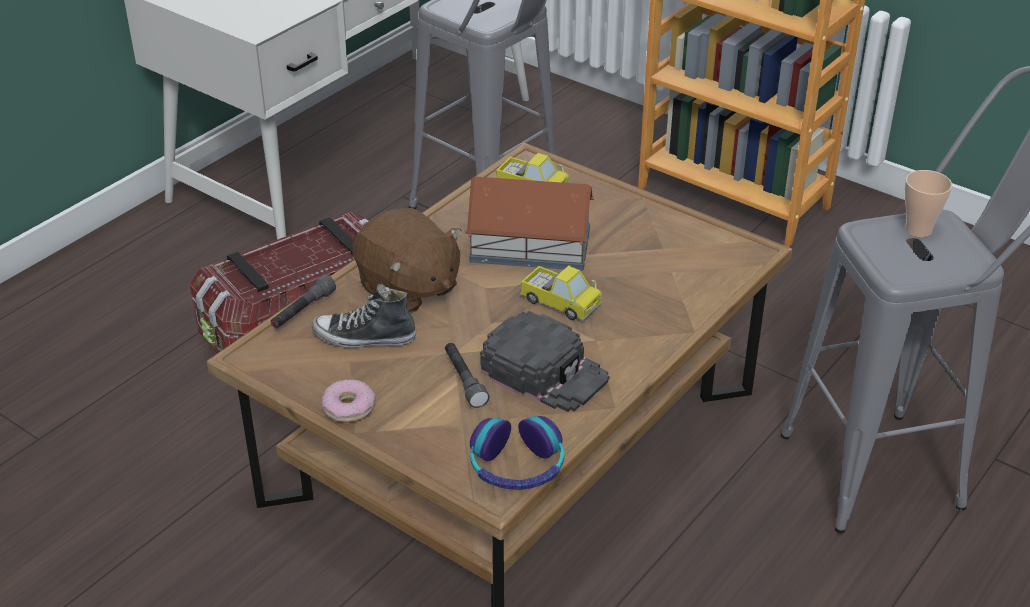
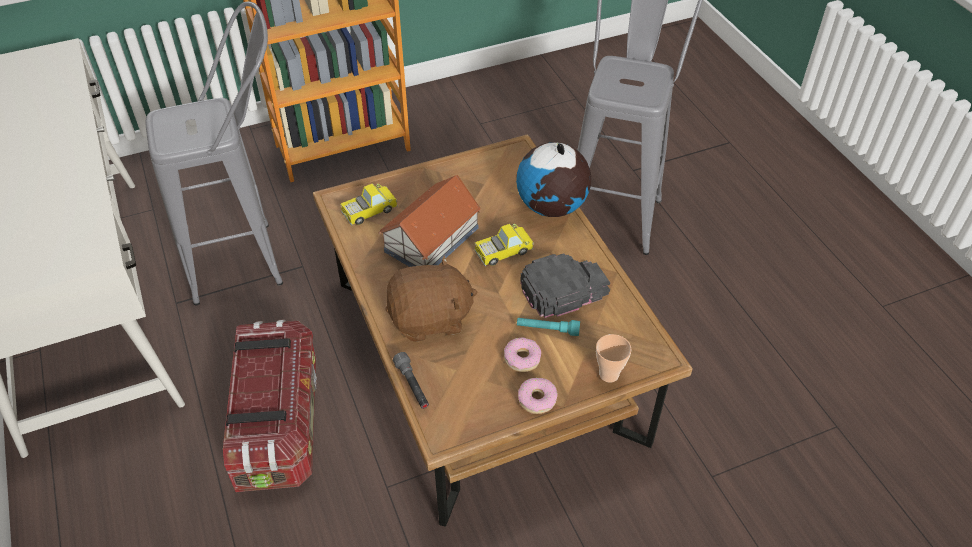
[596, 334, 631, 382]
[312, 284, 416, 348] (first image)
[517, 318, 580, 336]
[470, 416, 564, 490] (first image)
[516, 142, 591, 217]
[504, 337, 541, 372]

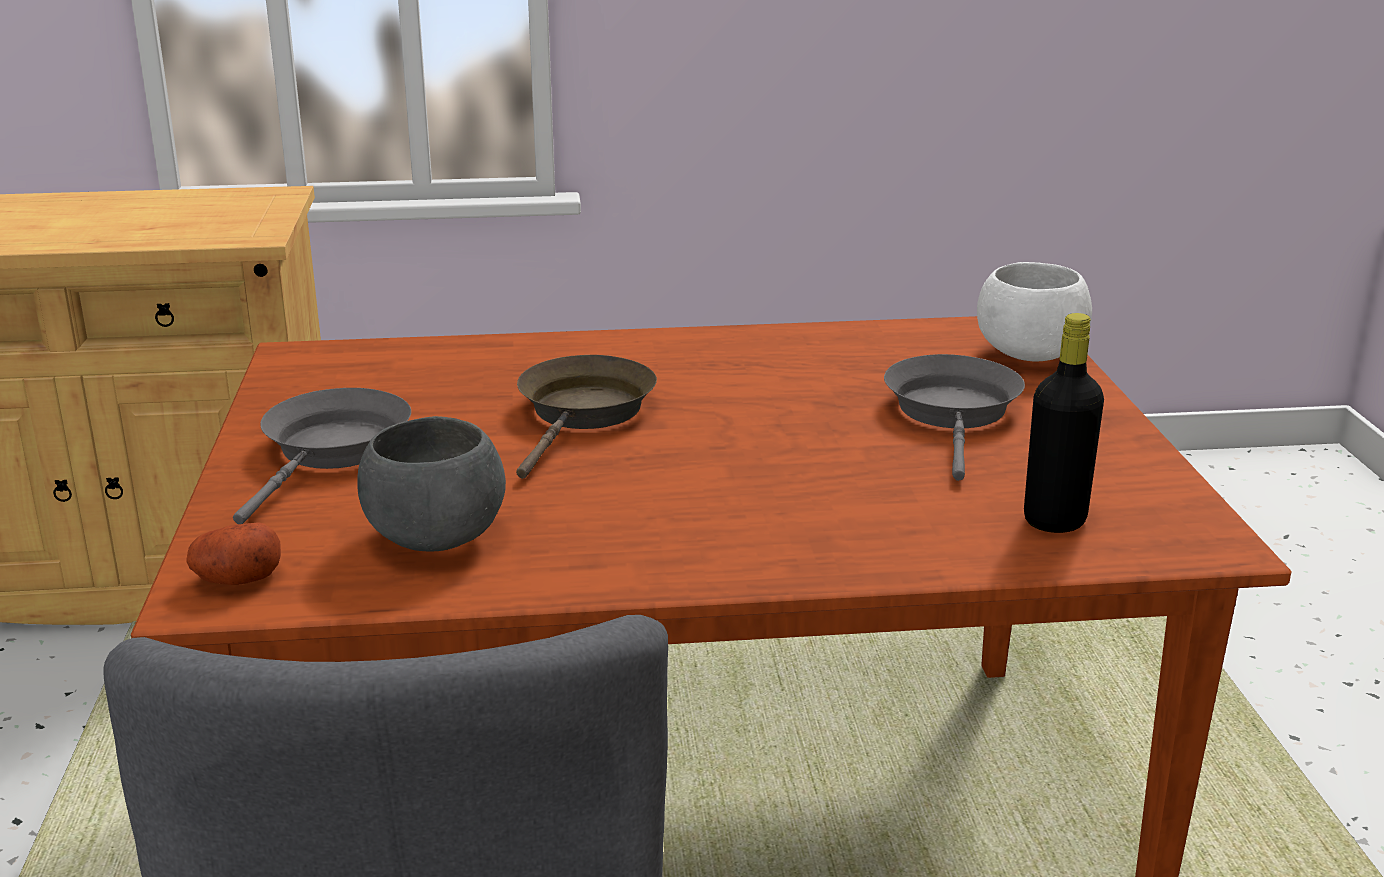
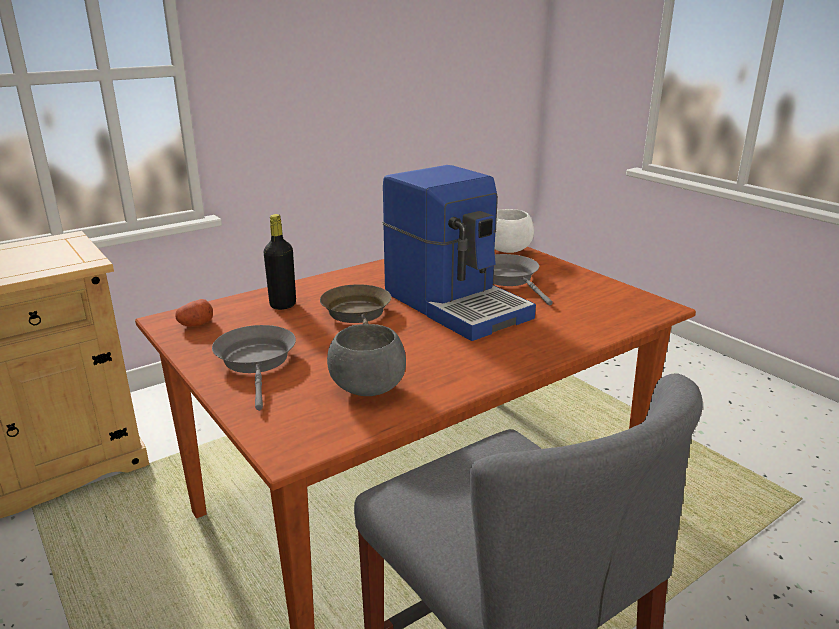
[263, 214, 296, 310]
[175, 299, 213, 326]
[383, 165, 536, 341]

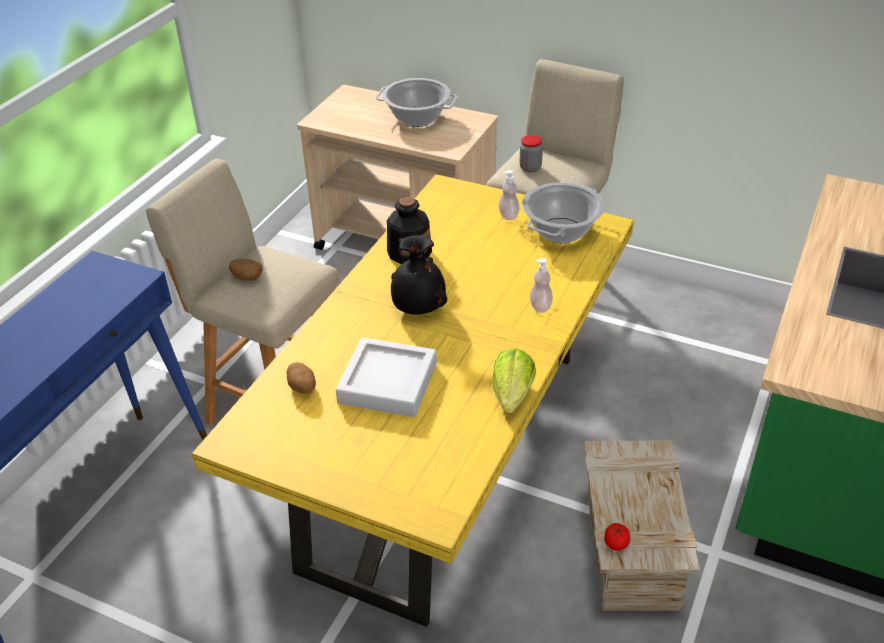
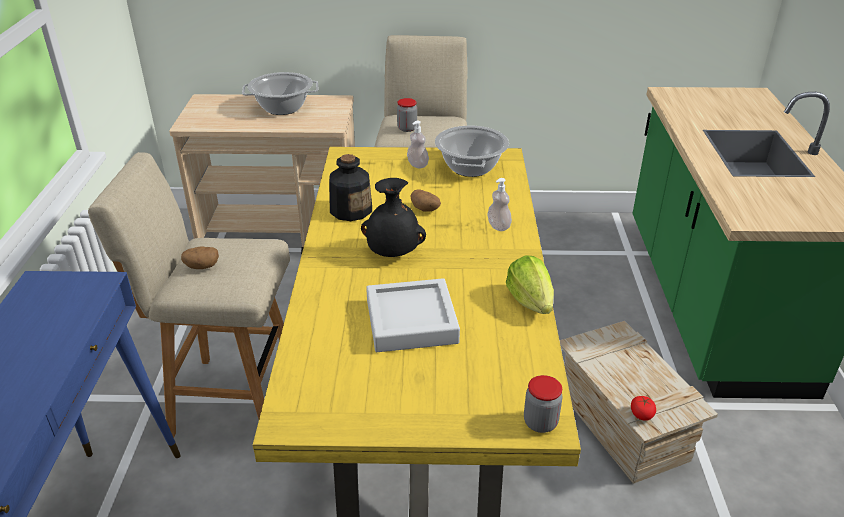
[410, 189, 441, 212]
[524, 375, 563, 433]

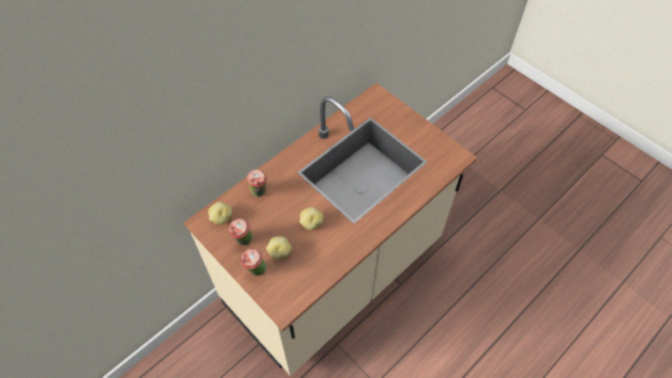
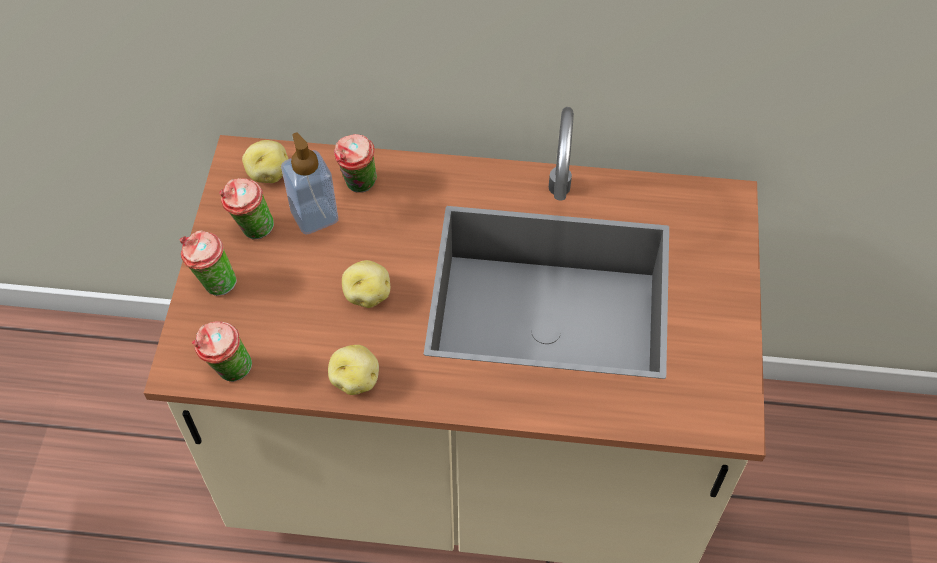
[328, 345, 379, 395]
[281, 133, 338, 235]
[192, 321, 252, 382]

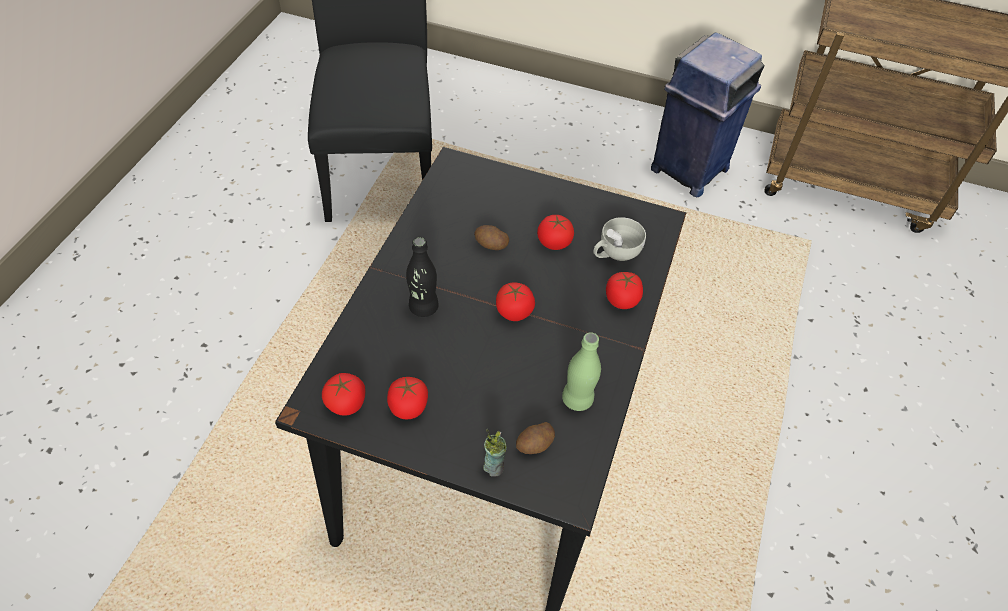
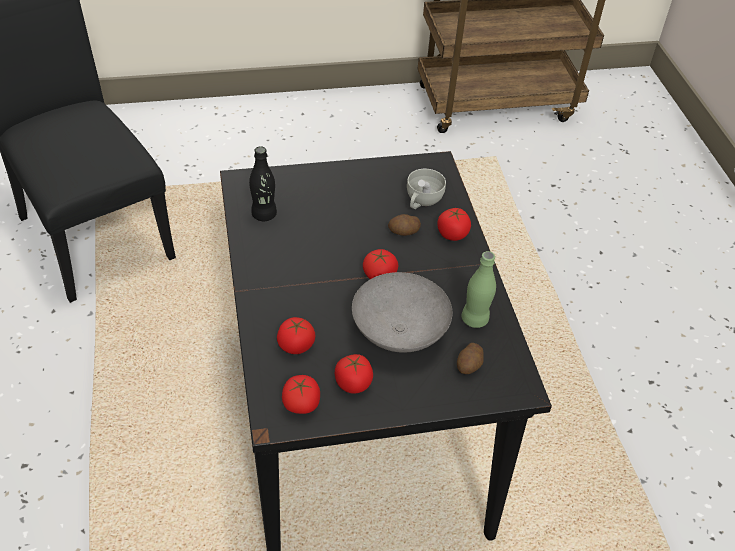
[651, 33, 765, 197] (first image)
[277, 317, 316, 354]
[388, 214, 421, 236]
[249, 146, 277, 221]
[483, 429, 507, 477] (first image)
[352, 272, 452, 353]

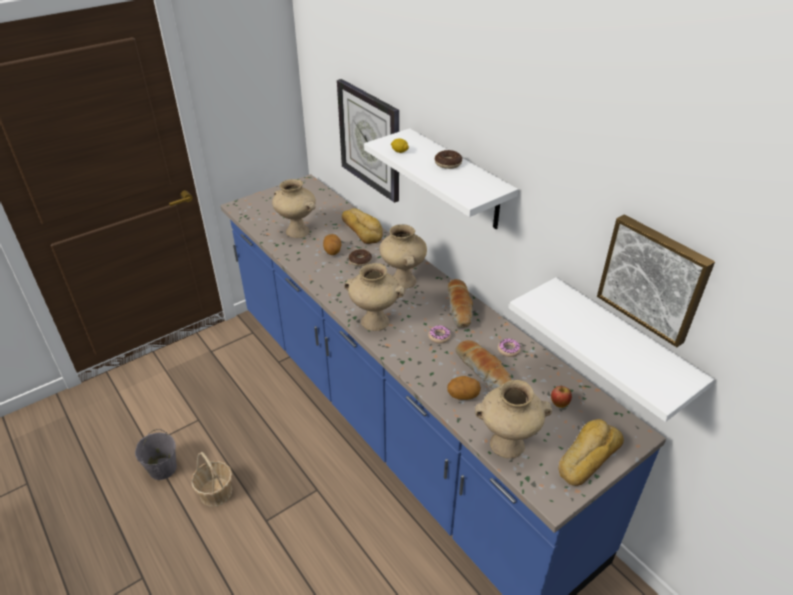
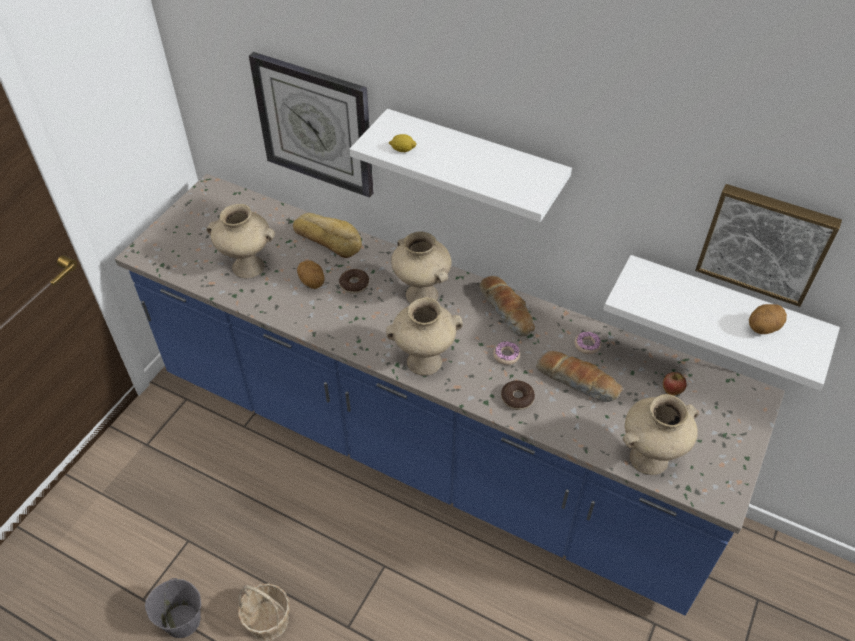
[501, 380, 535, 410]
[749, 304, 787, 334]
[558, 419, 624, 486] (first image)

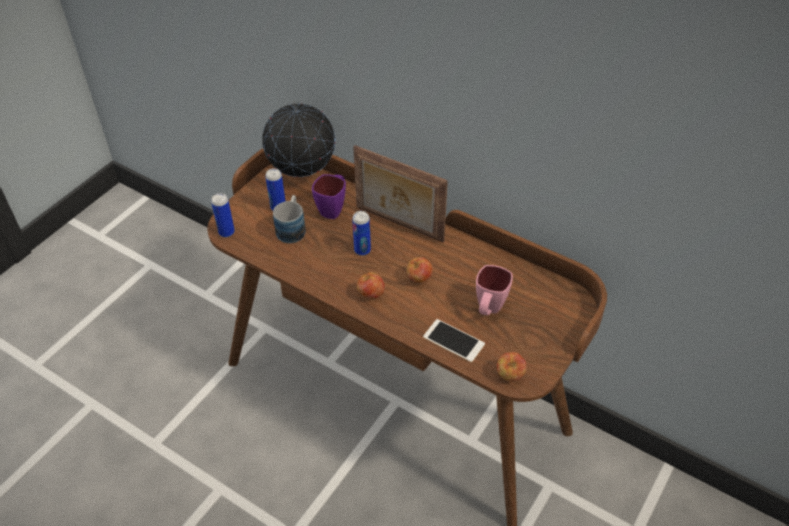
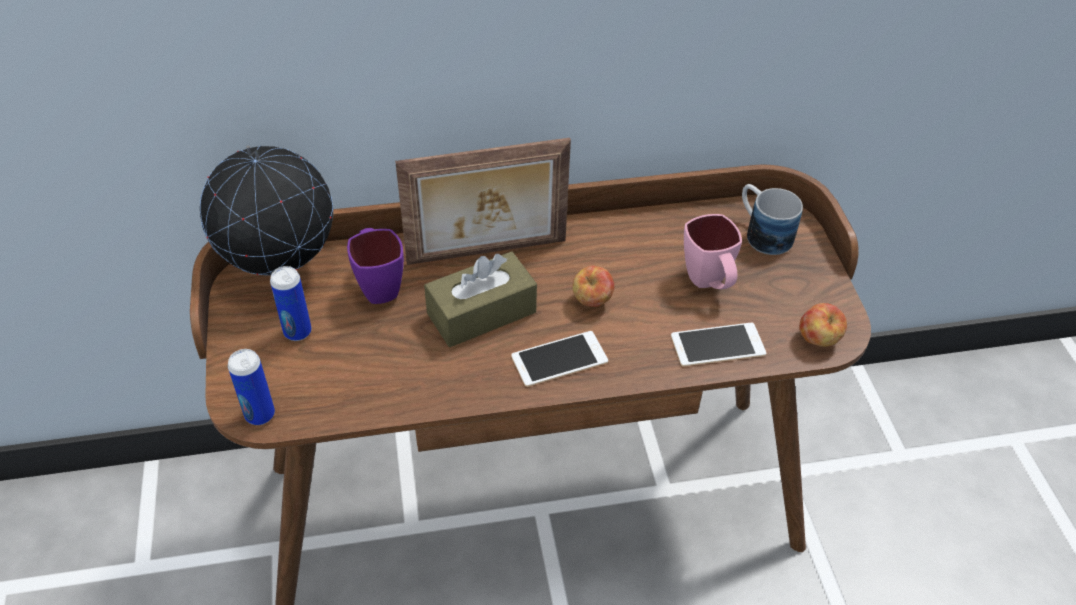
[742, 184, 803, 255]
[424, 251, 537, 347]
[511, 331, 608, 387]

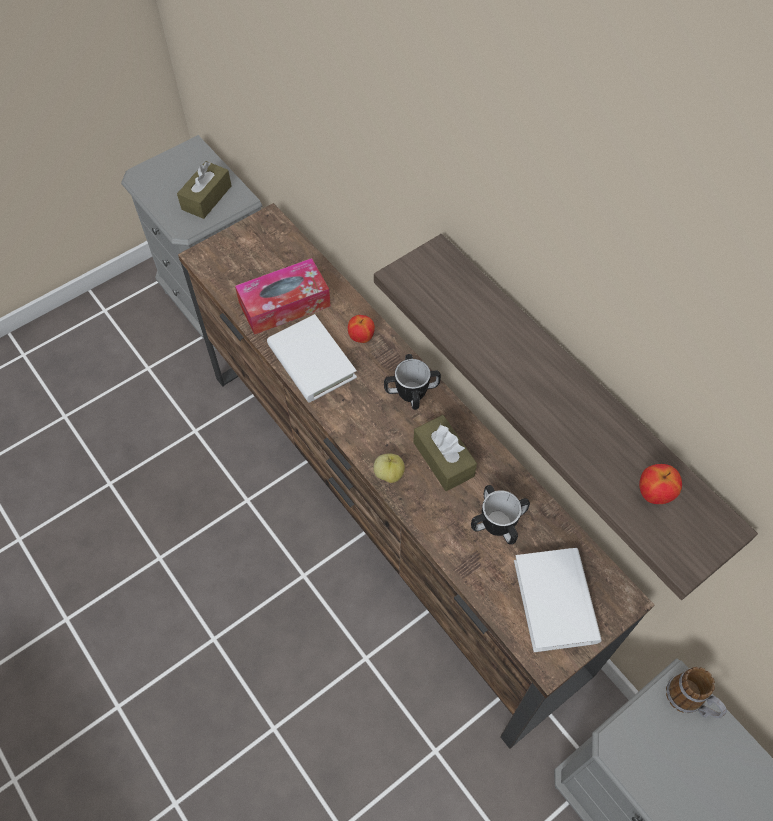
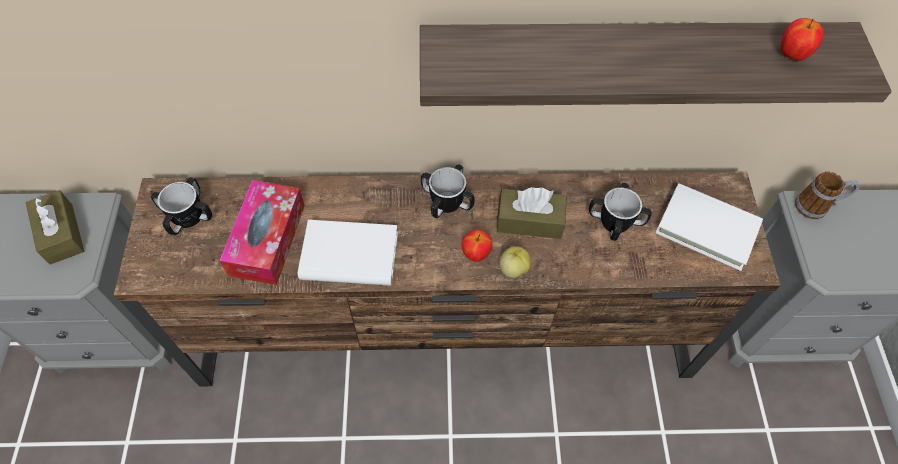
[462, 230, 493, 262]
[151, 177, 212, 235]

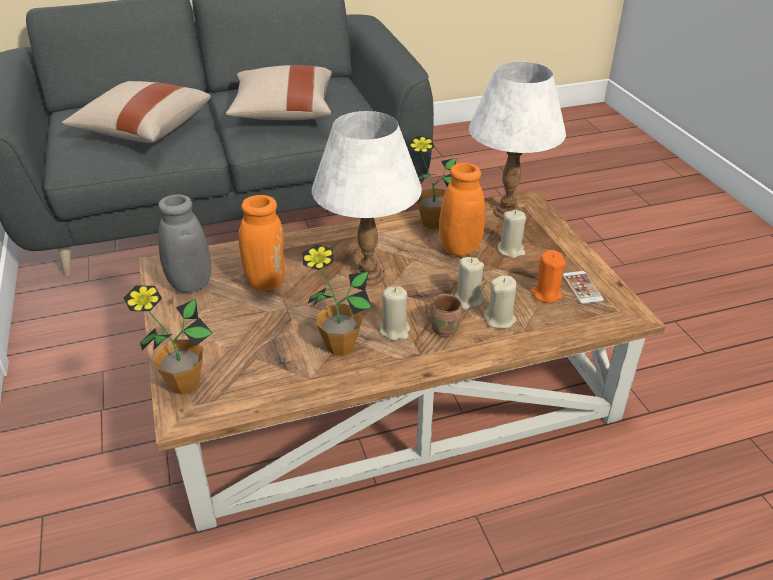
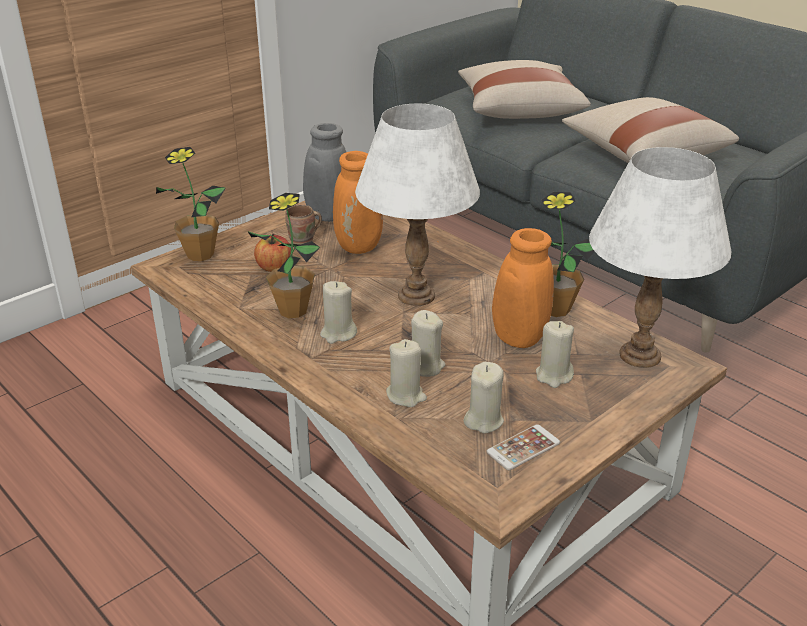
[463, 362, 504, 433]
[285, 205, 322, 245]
[254, 234, 291, 272]

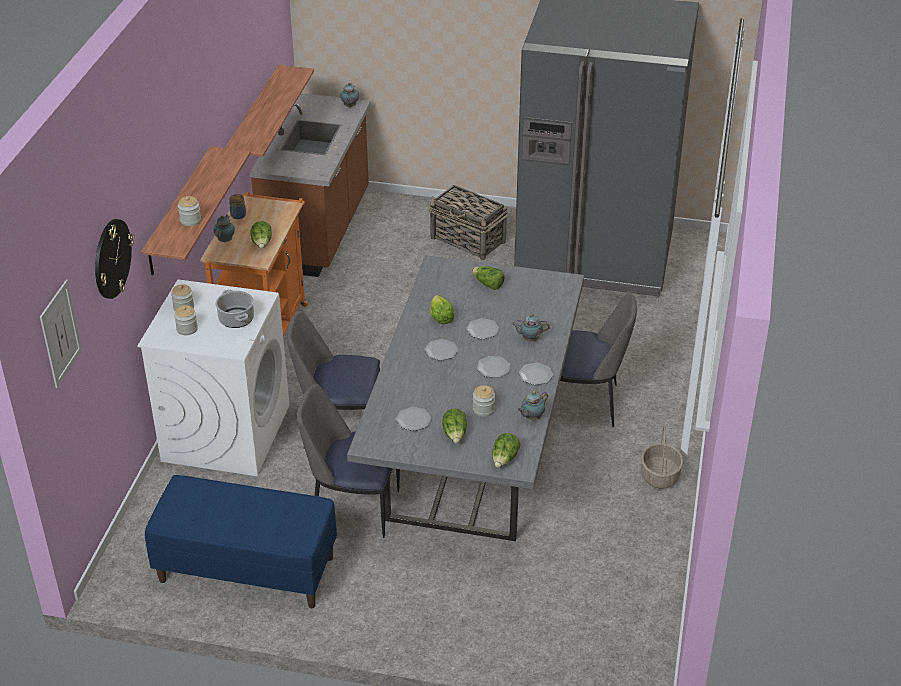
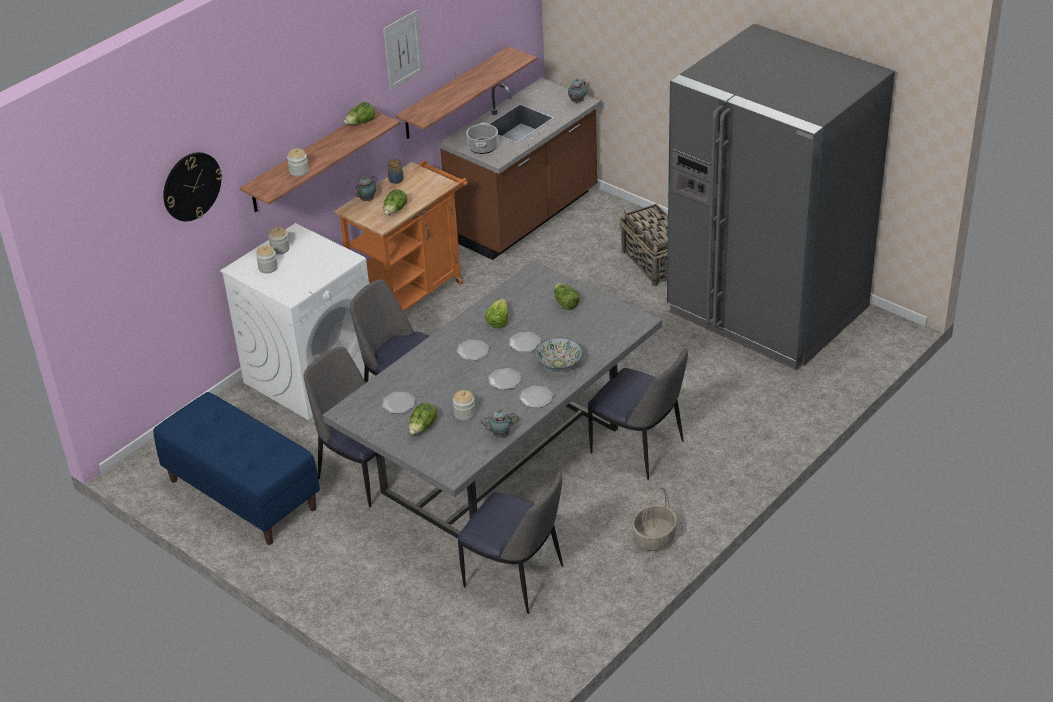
[383, 10, 423, 90]
[466, 122, 498, 154]
[534, 338, 583, 371]
[344, 102, 376, 125]
[457, 471, 563, 614]

